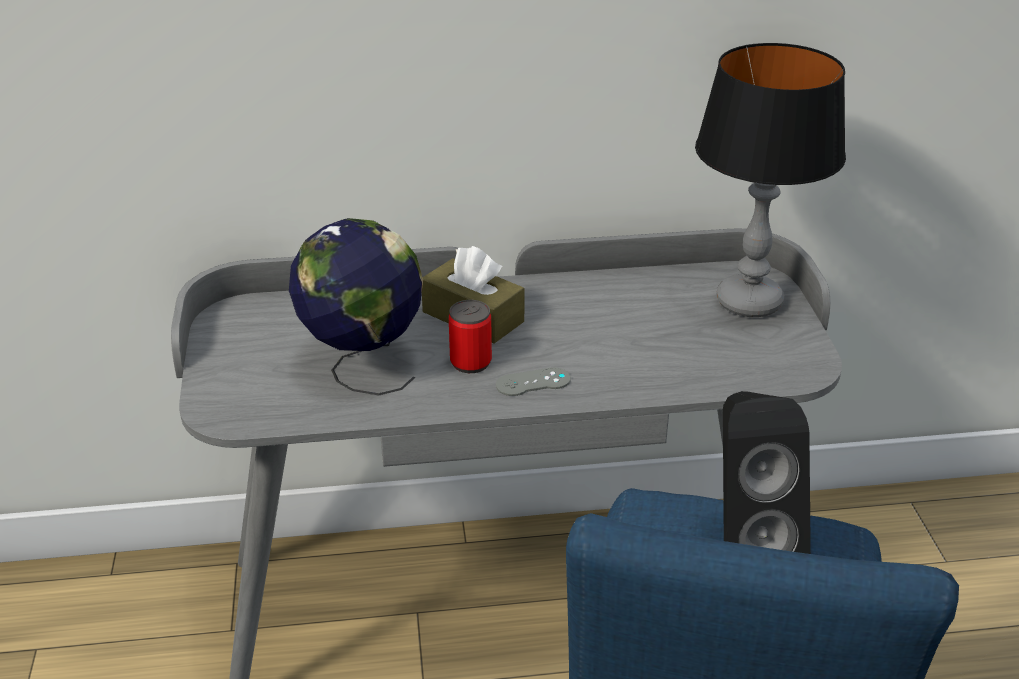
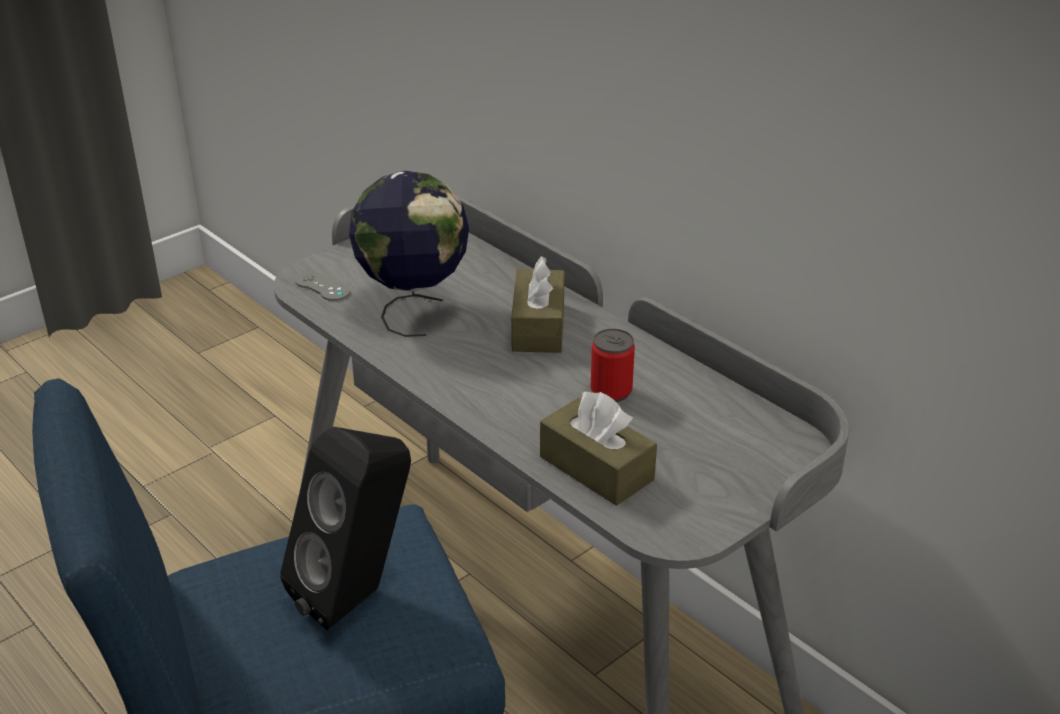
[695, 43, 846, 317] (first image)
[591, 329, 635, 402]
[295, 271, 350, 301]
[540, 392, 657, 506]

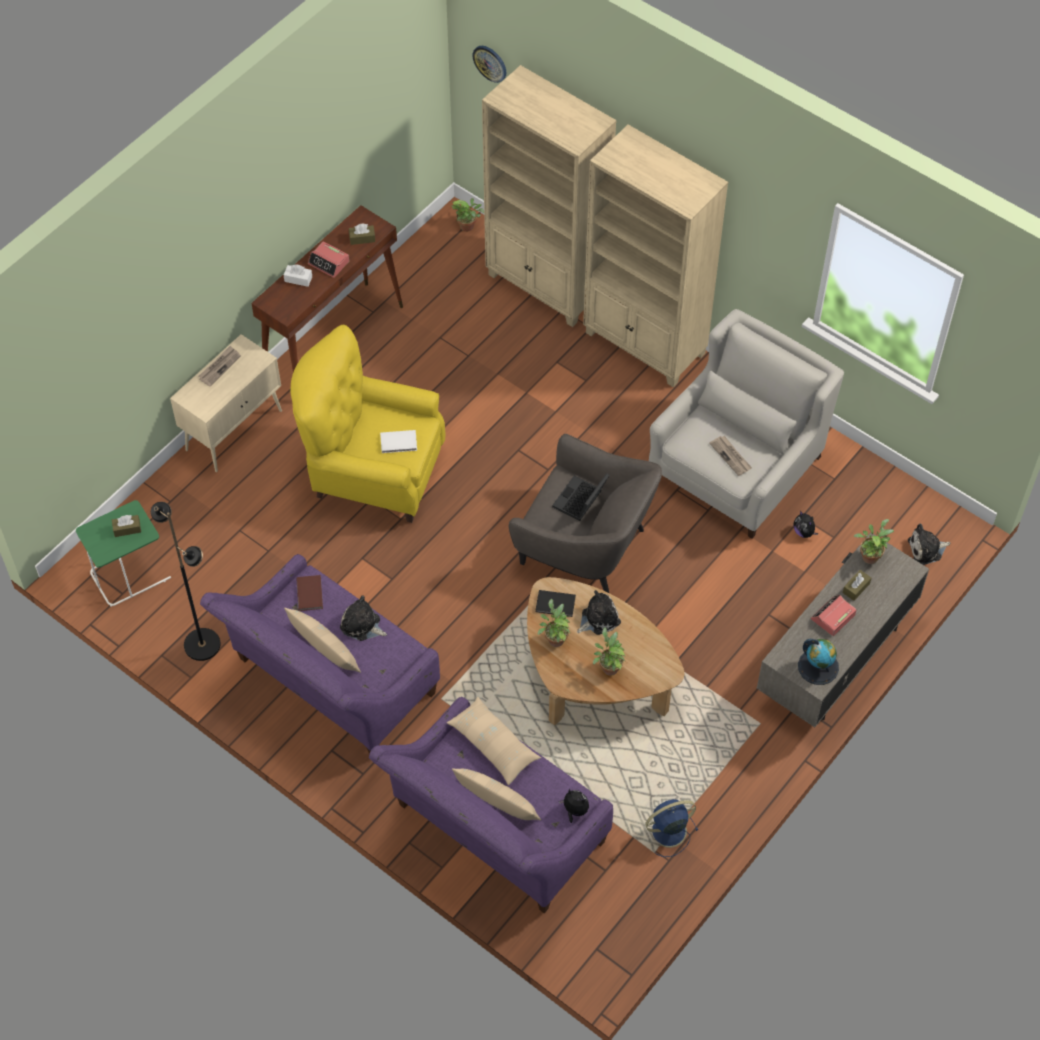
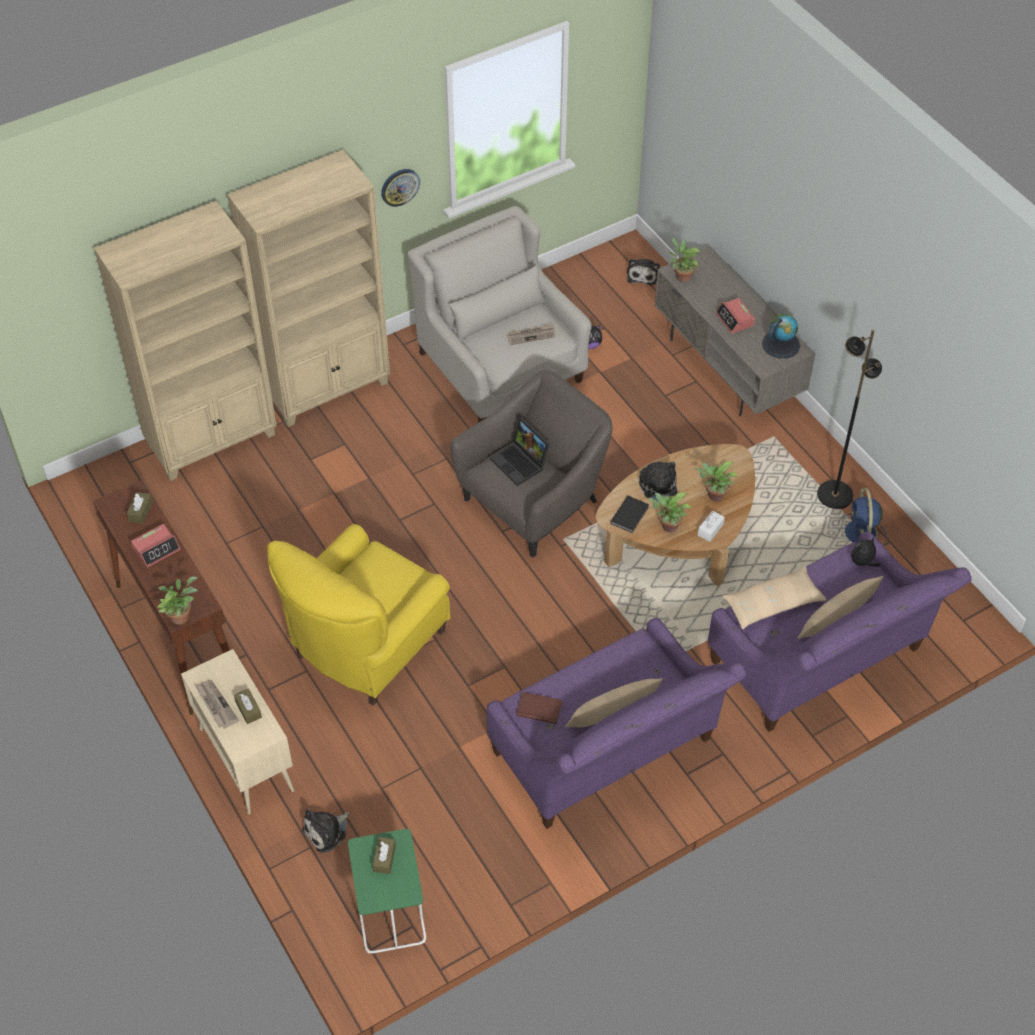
[381, 169, 420, 207]
[157, 576, 198, 625]
[698, 511, 725, 542]
[380, 430, 417, 453] (first image)
[817, 329, 882, 509]
[234, 688, 262, 724]
[302, 809, 349, 853]

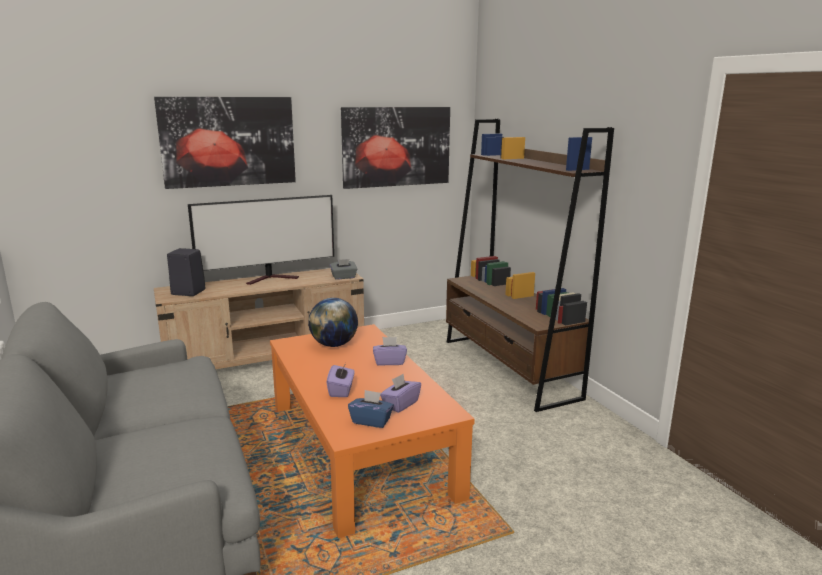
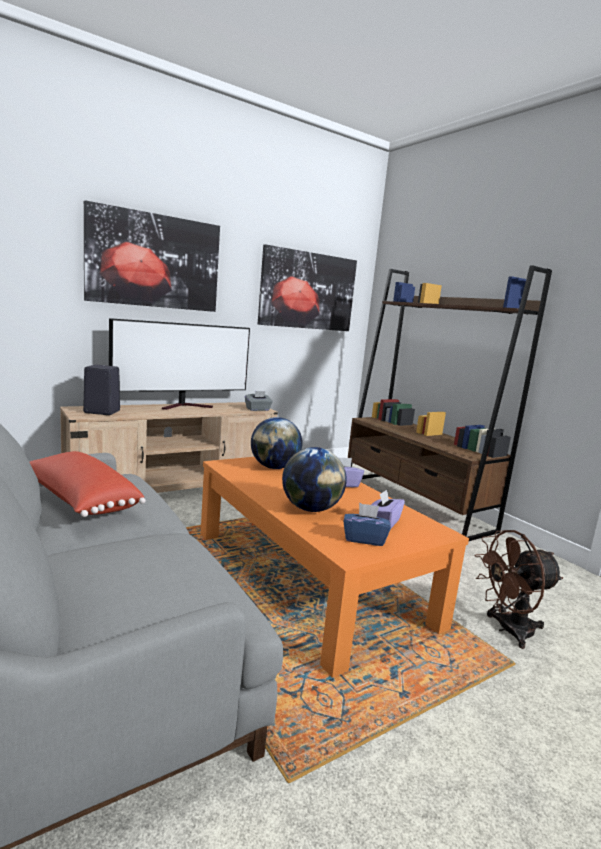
[282, 447, 347, 512]
[29, 451, 146, 517]
[475, 530, 563, 649]

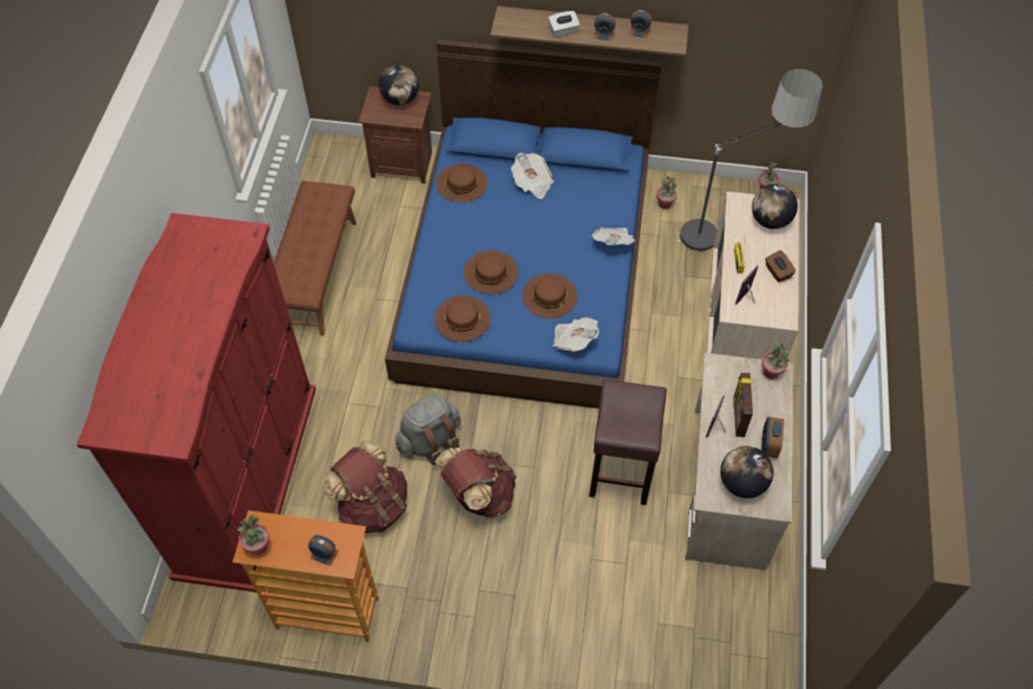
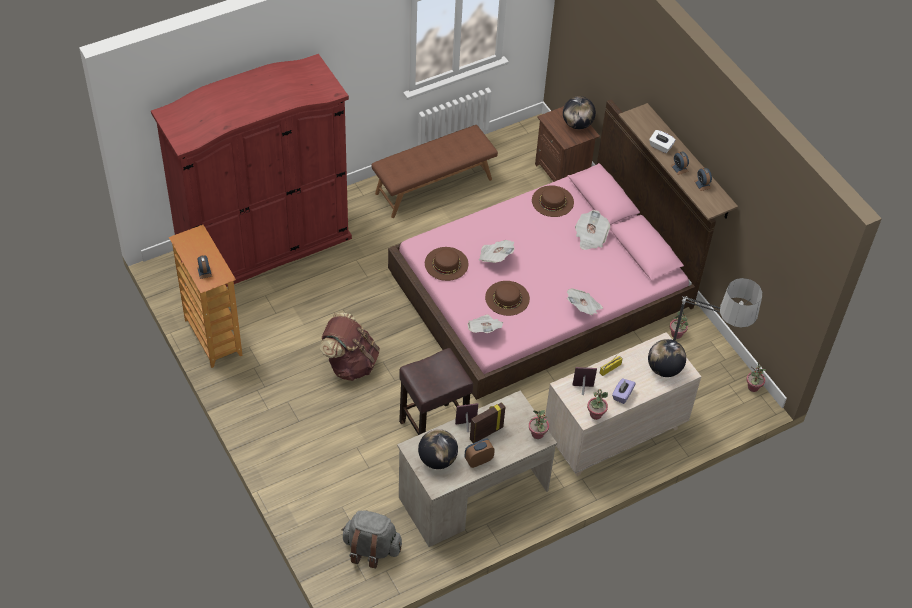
[388, 99, 716, 400]
[612, 378, 636, 404]
[479, 240, 515, 263]
[342, 510, 402, 568]
[322, 441, 407, 533] (first image)
[587, 389, 608, 420]

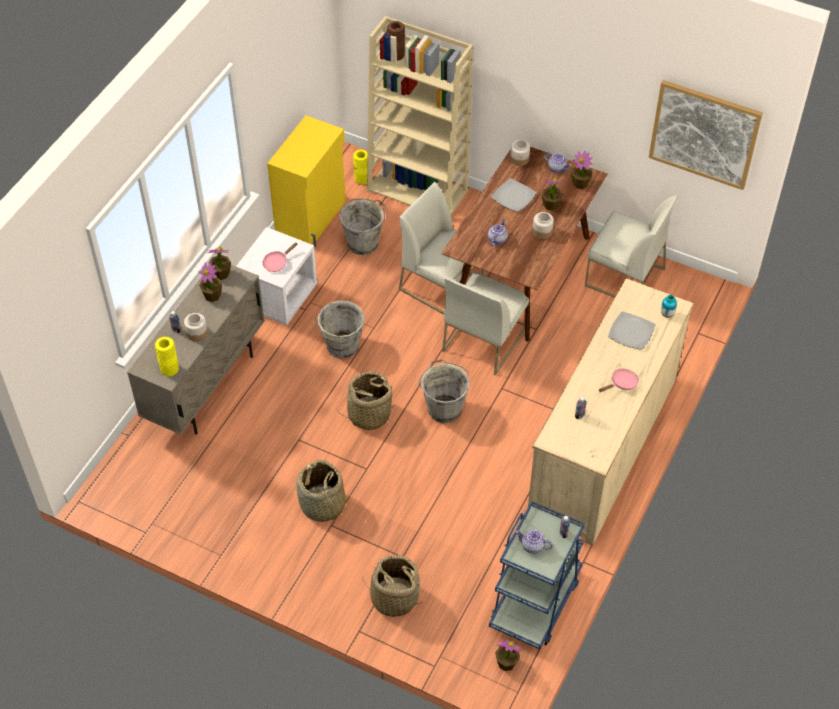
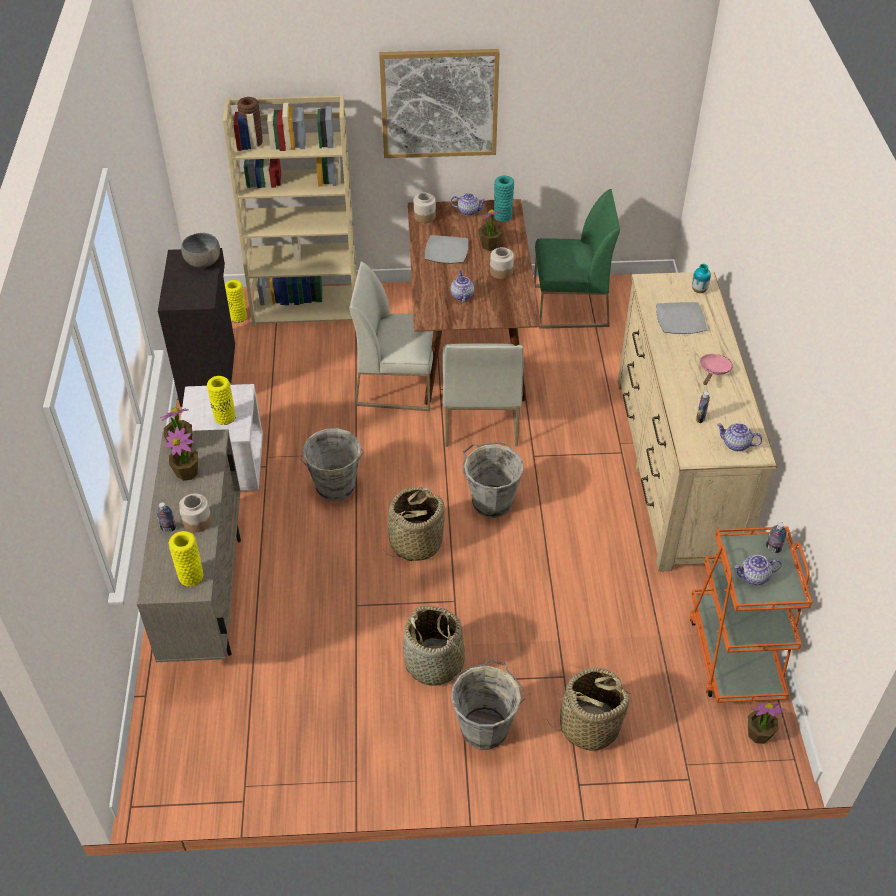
[379, 49, 500, 158]
[158, 248, 235, 407]
[494, 176, 514, 222]
[534, 189, 620, 329]
[451, 659, 525, 750]
[207, 376, 236, 425]
[690, 526, 812, 703]
[181, 233, 220, 268]
[717, 423, 762, 451]

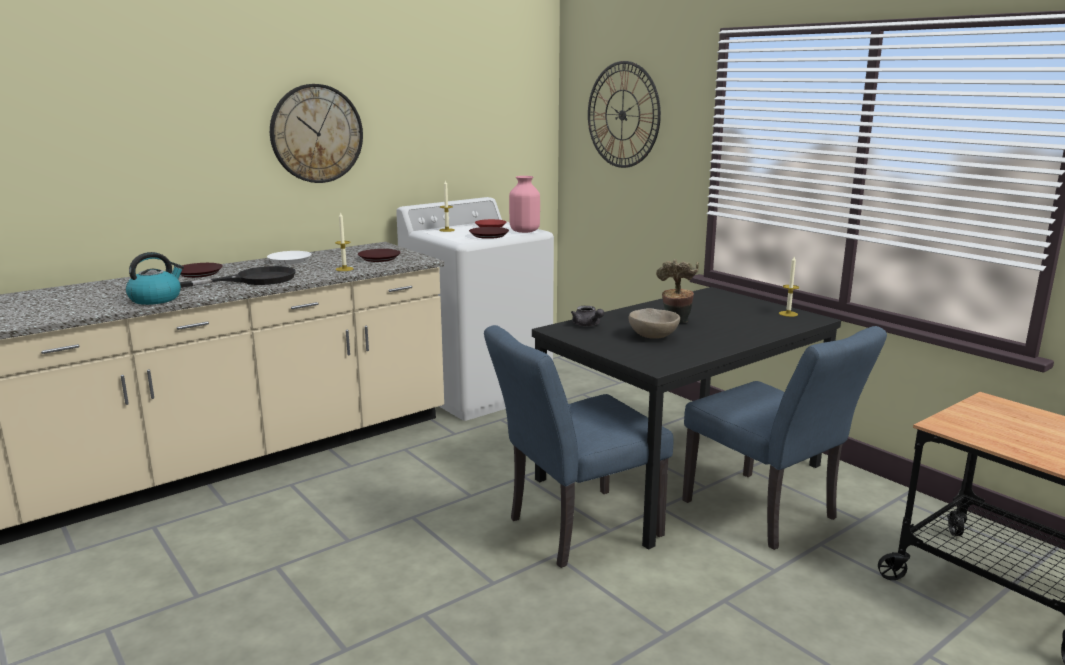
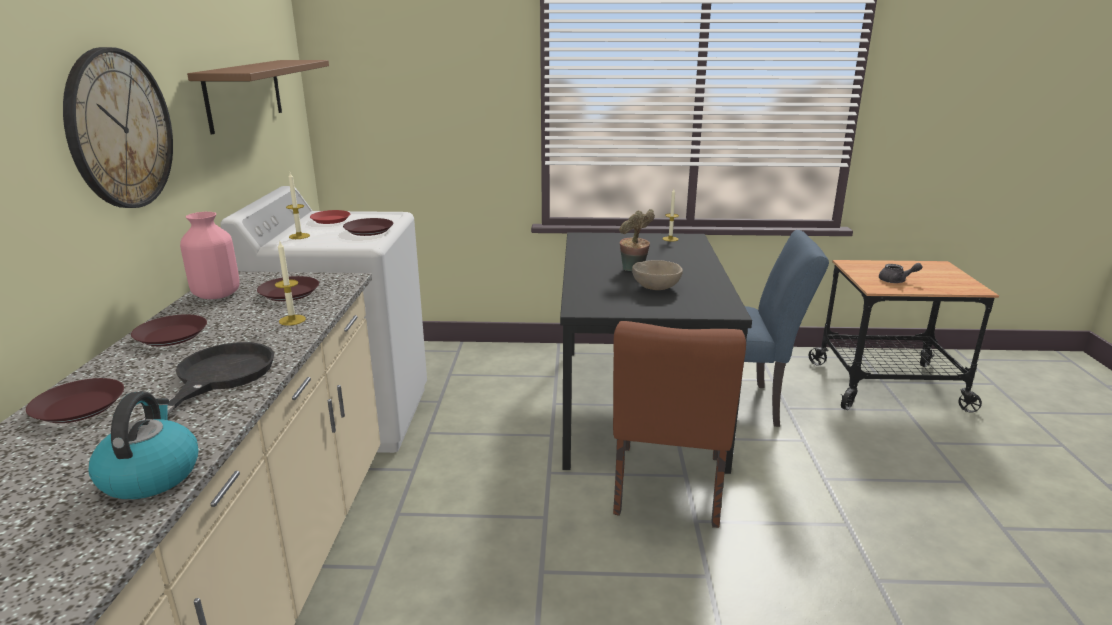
[588, 61, 661, 168] (first image)
[180, 212, 240, 299]
[131, 314, 207, 346]
[879, 263, 923, 283]
[613, 321, 746, 528]
[187, 60, 329, 134]

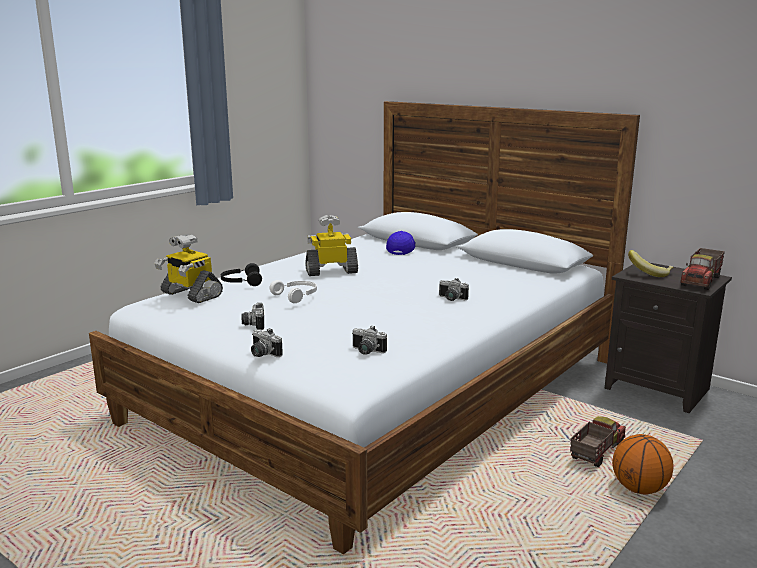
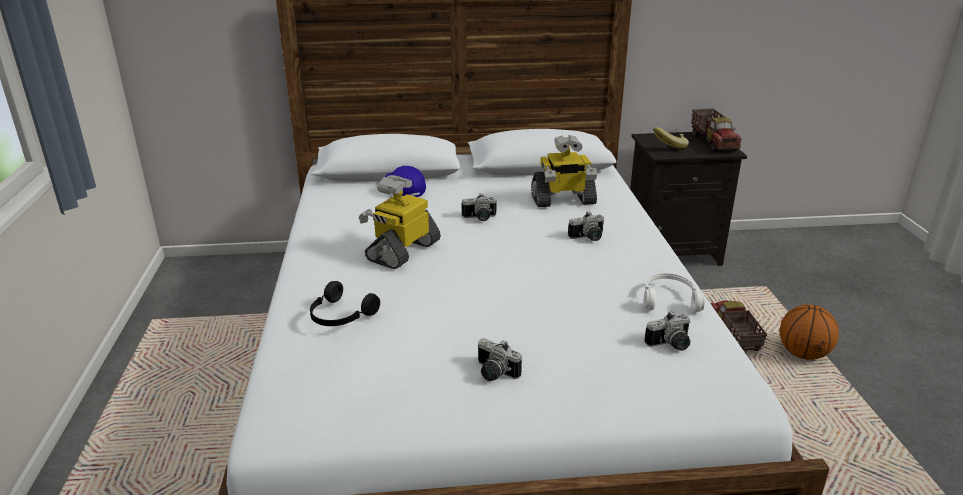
[531, 135, 597, 207]
[644, 273, 705, 312]
[462, 193, 496, 221]

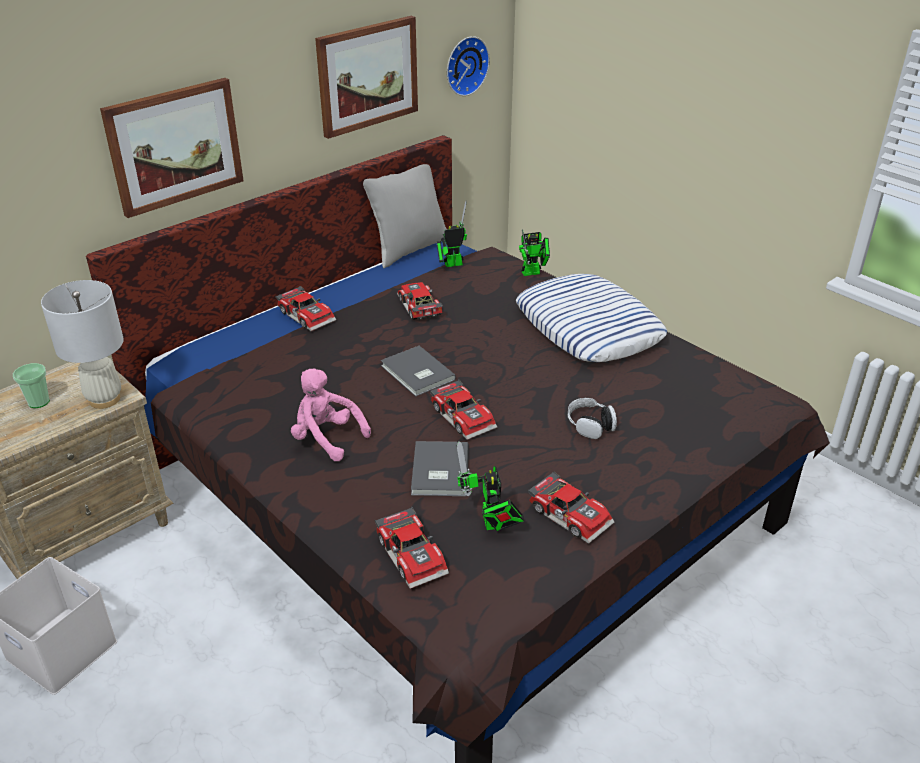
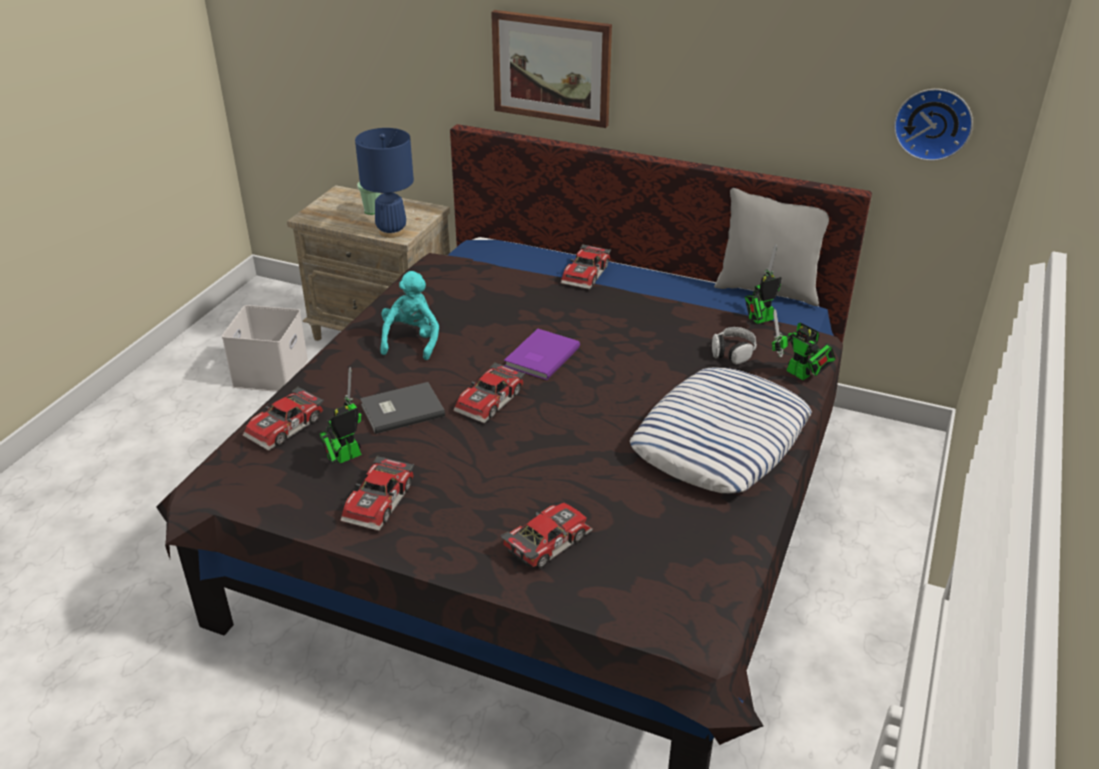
[315, 16, 418, 139] (first image)
[745, 244, 781, 324]
[355, 128, 414, 238]
[500, 503, 593, 568]
[504, 329, 580, 380]
[381, 271, 439, 360]
[712, 327, 757, 364]

